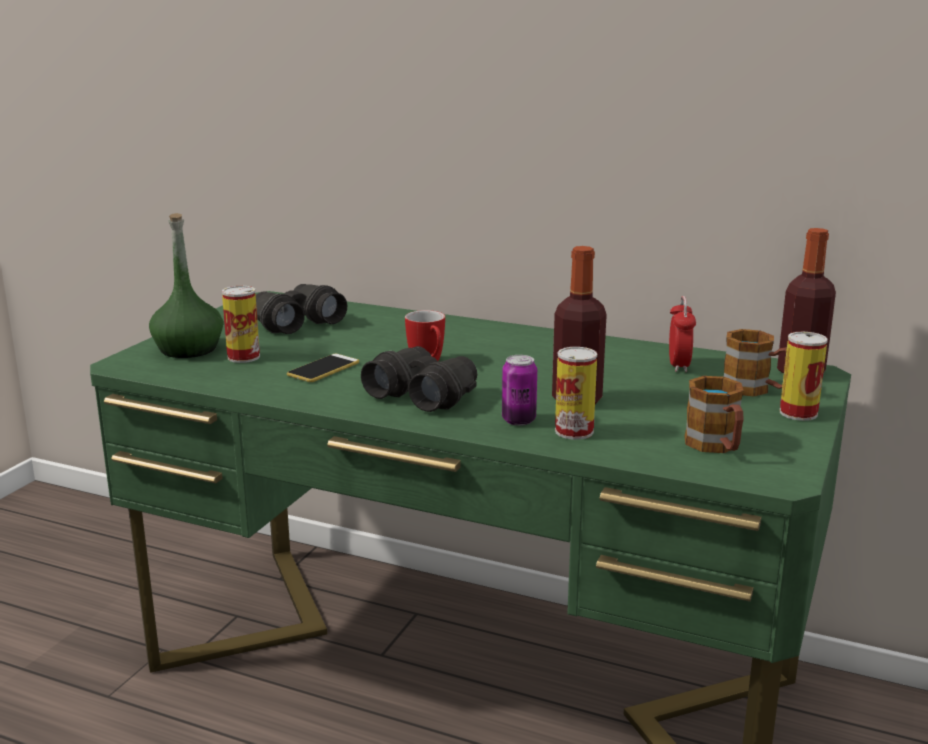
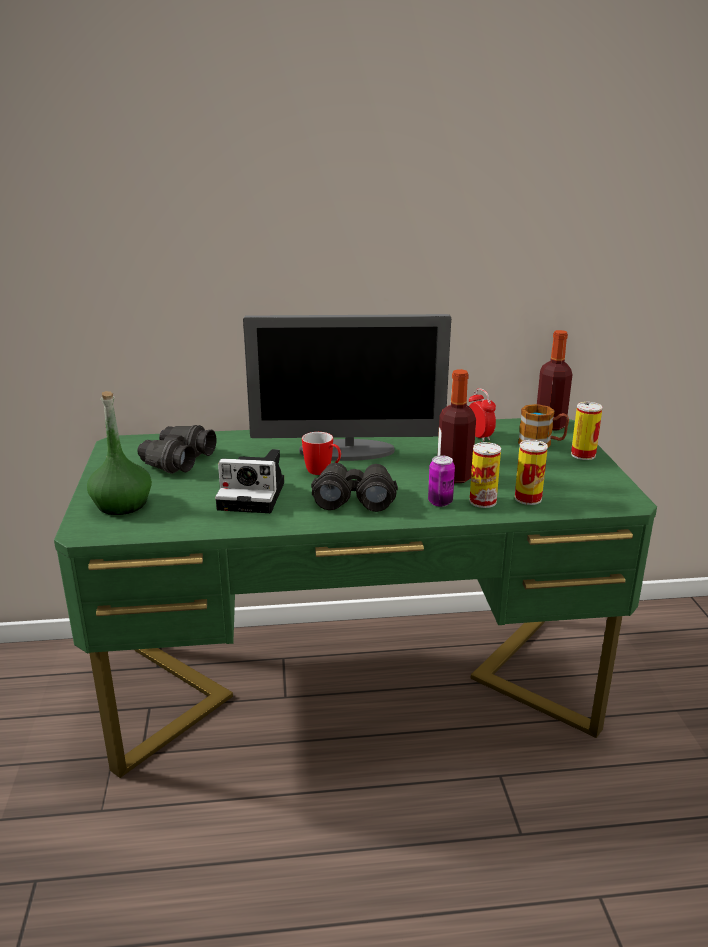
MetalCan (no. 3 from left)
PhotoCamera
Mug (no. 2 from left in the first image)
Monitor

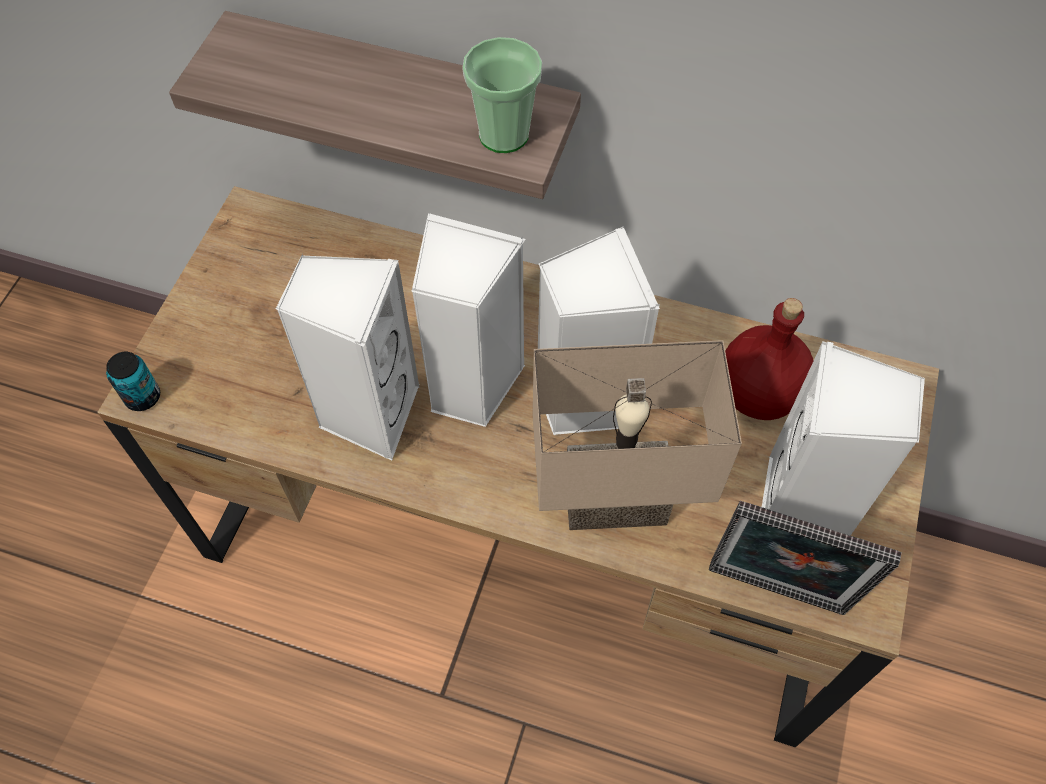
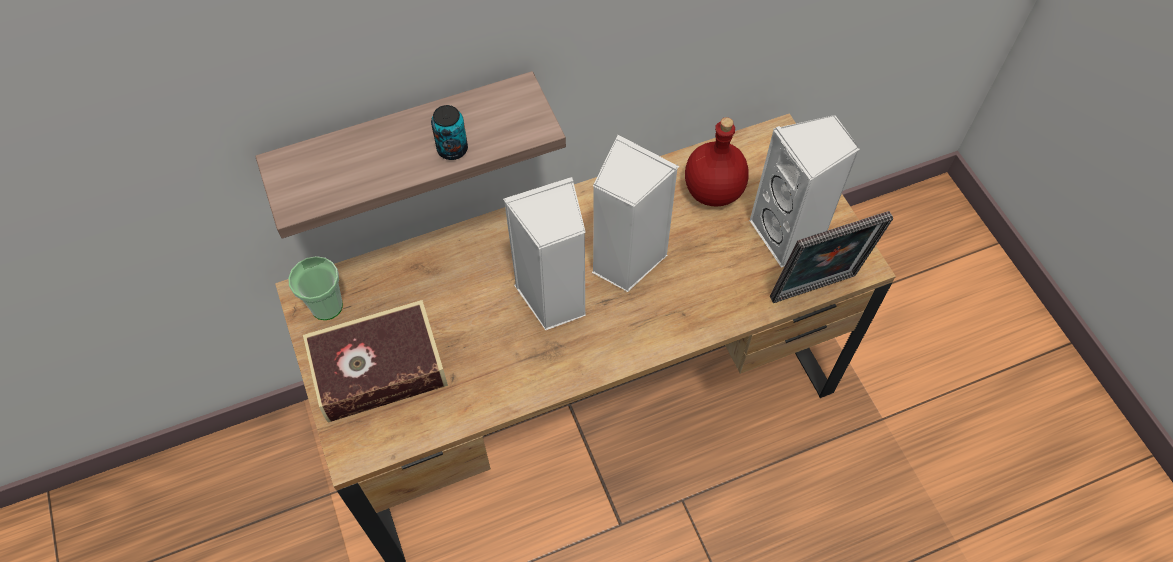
MetalCan
WhitishLoudspeaker (no. 1 from left in the first image)
SmallCup
SandColouredLampForATable
Volume

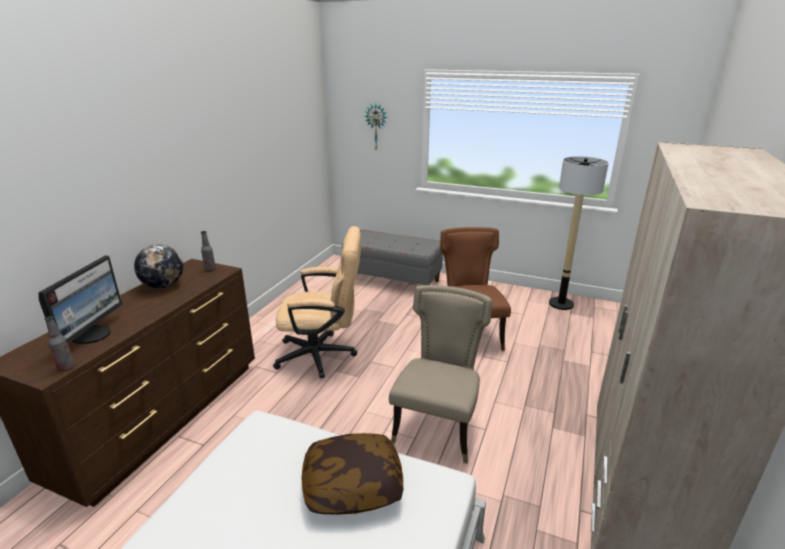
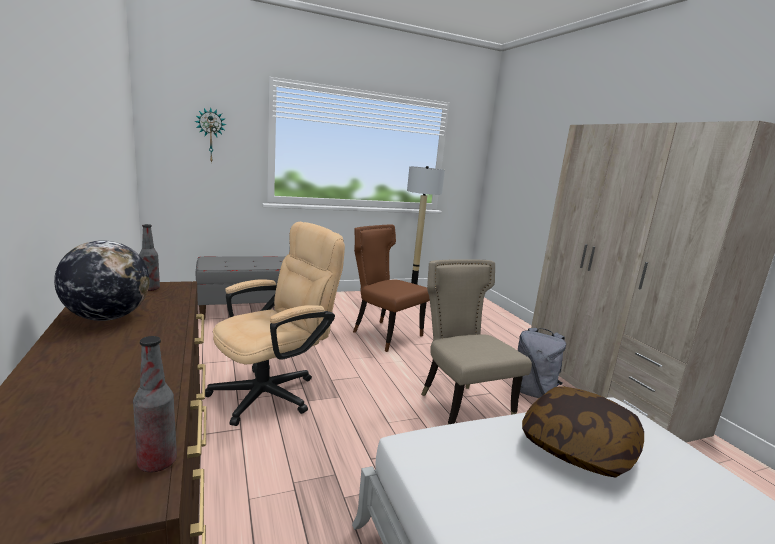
Monitor
GreyishKnapsack

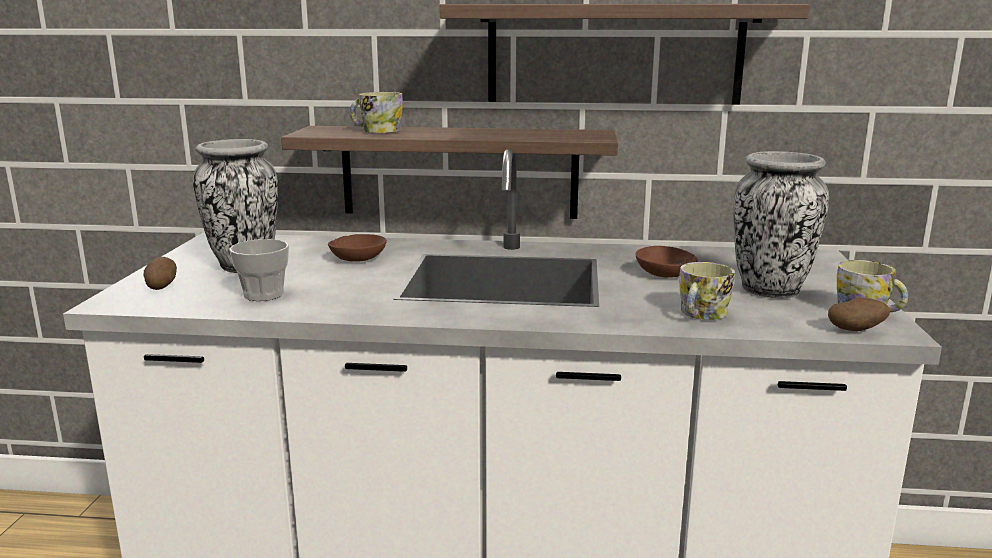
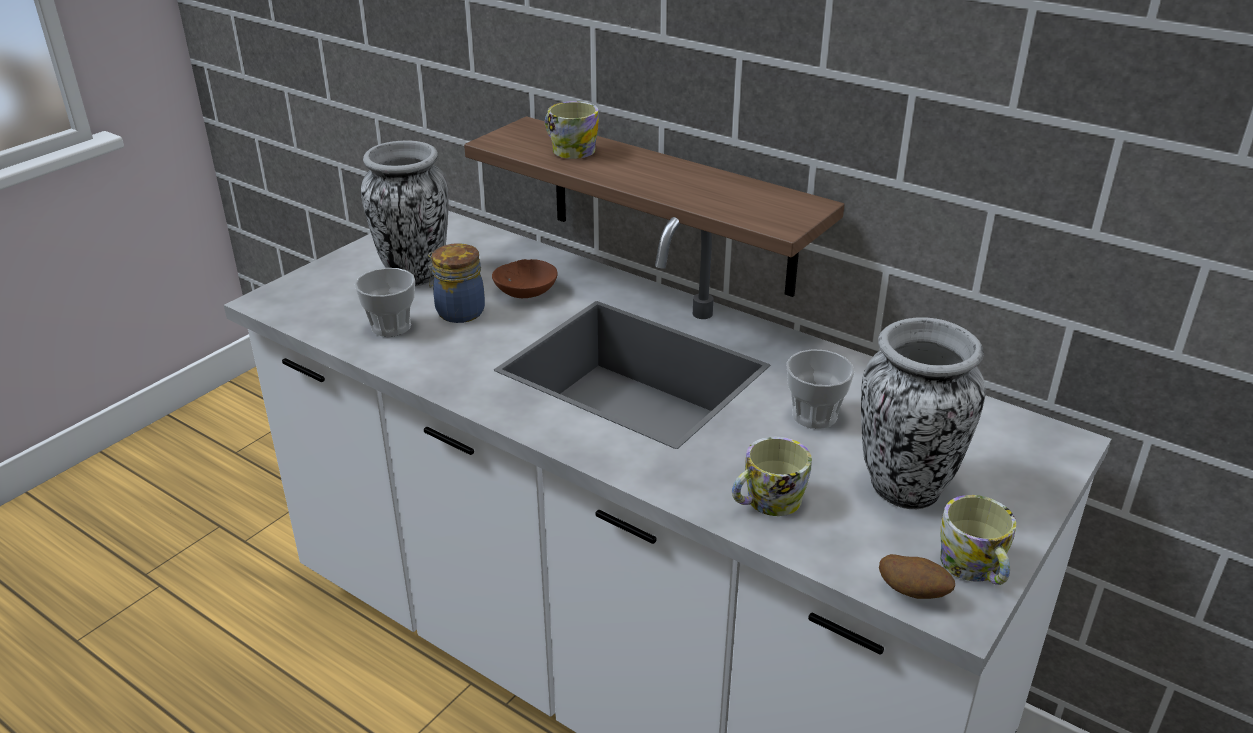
WholePotato (no. 1 from left in the first image)
Shelf (no. 2 from left in the first image)
SmallCup (no. 2 from left)
Jar

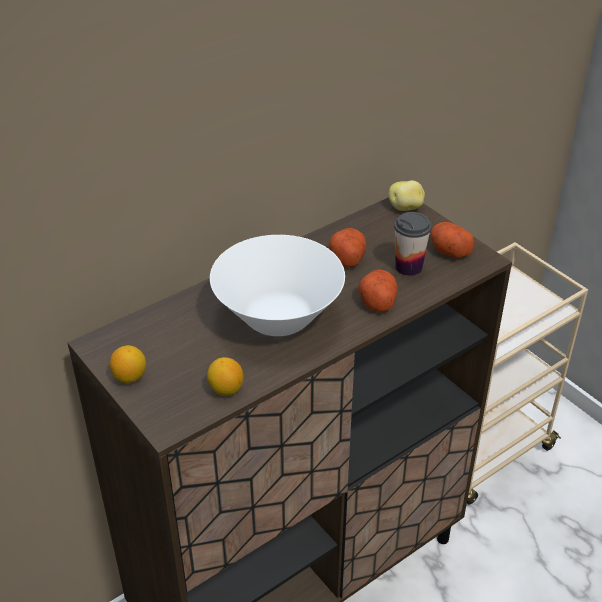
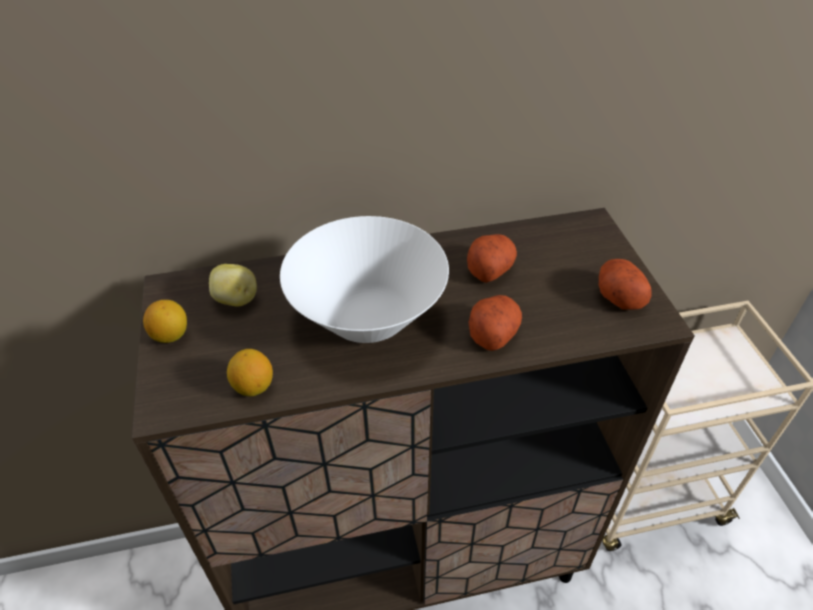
WholePotato (no. 1 from left)
SmallCup

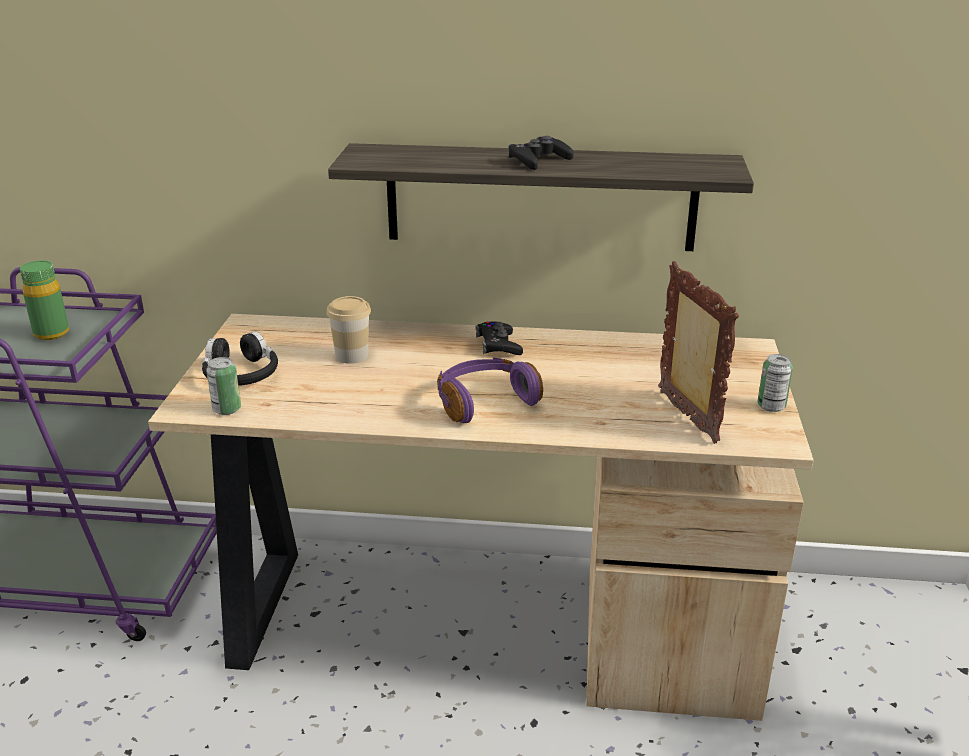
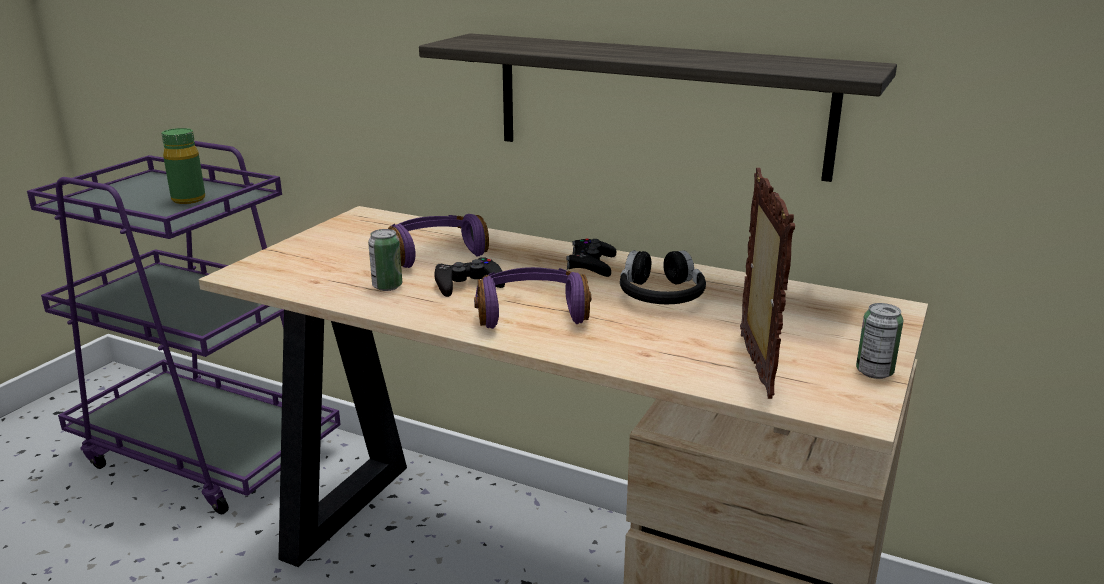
BlackColouredHeadset
MetalCan (no. 1 from left)
PurpleColouredHeadset (no. 1 from left)
BlackColouredJoypad (no. 1 from left)

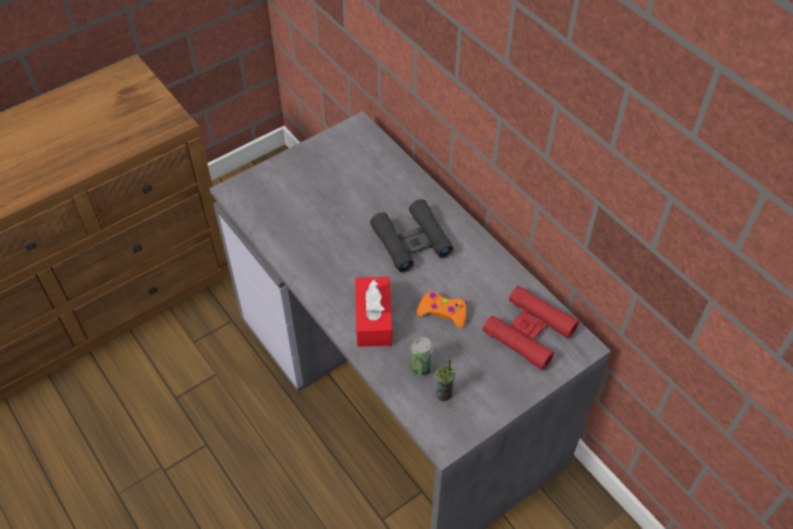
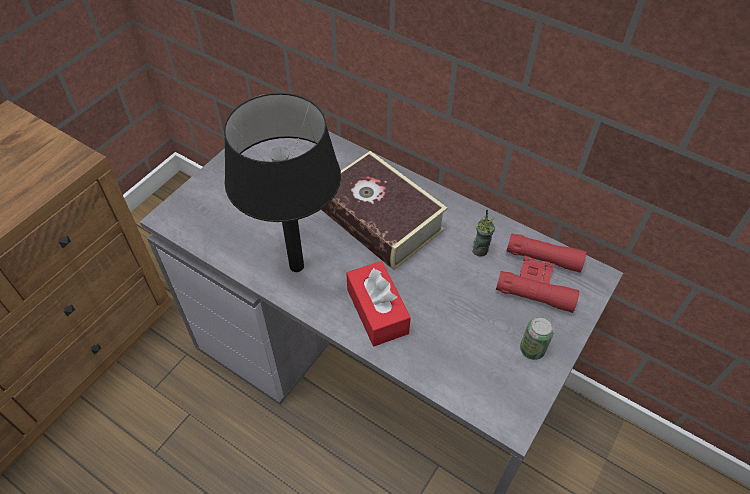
Volume
MetalCan
OrangeyJoypad
SmallCup
BlackColouredLampForATable

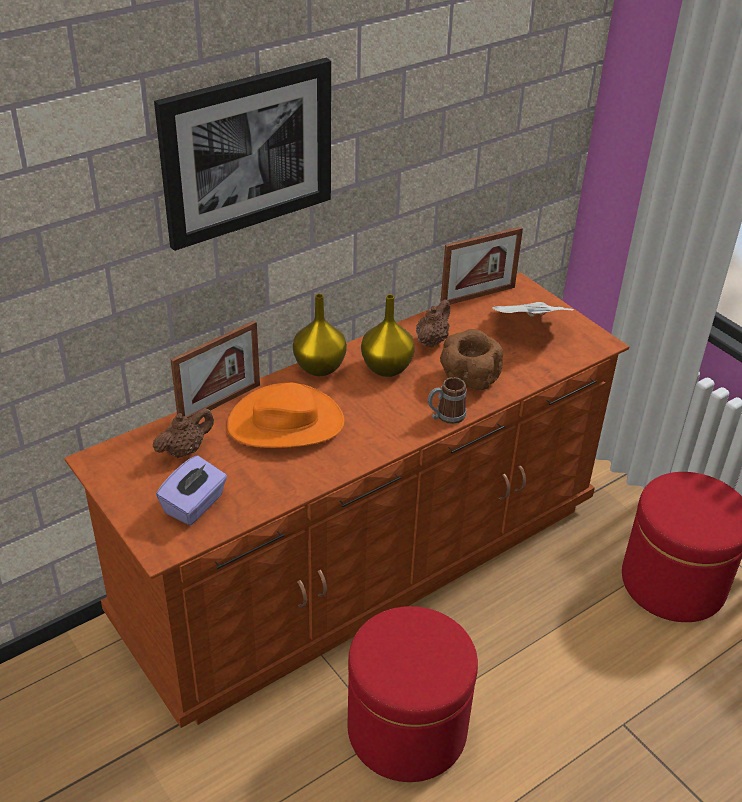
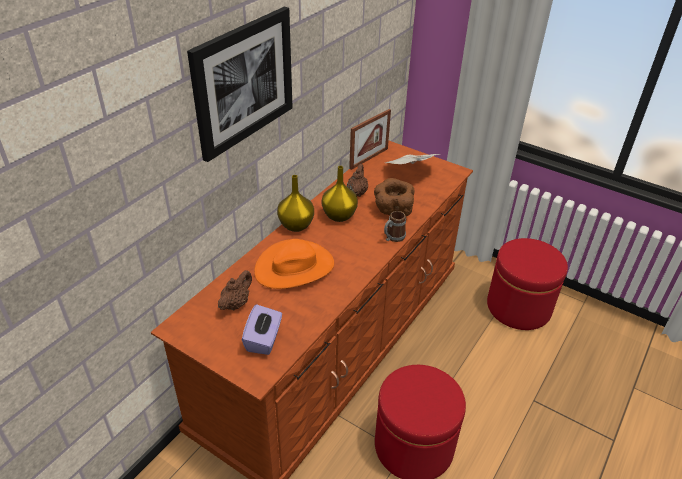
PictureFrame (no. 1 from left in the first image)

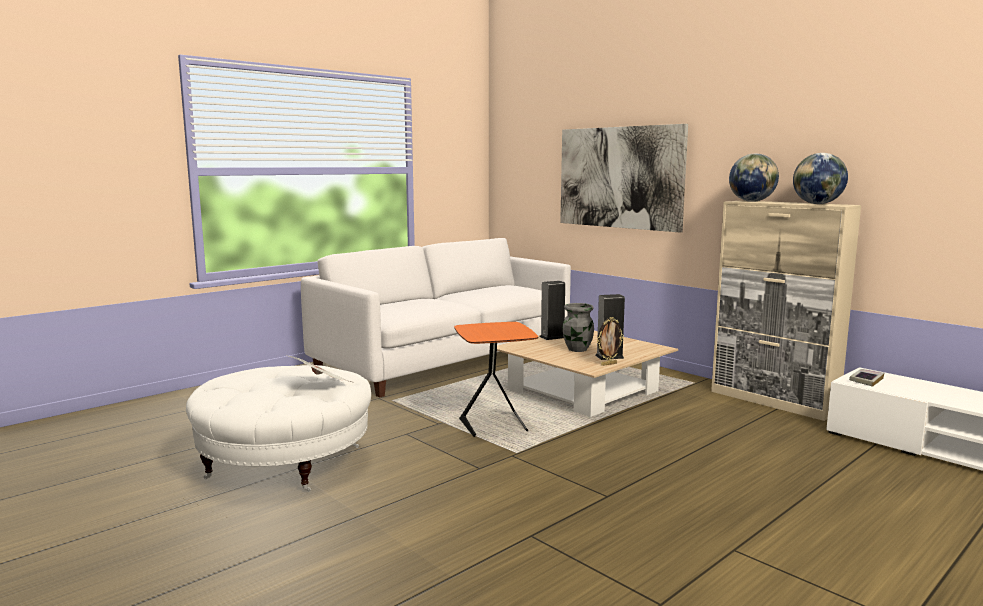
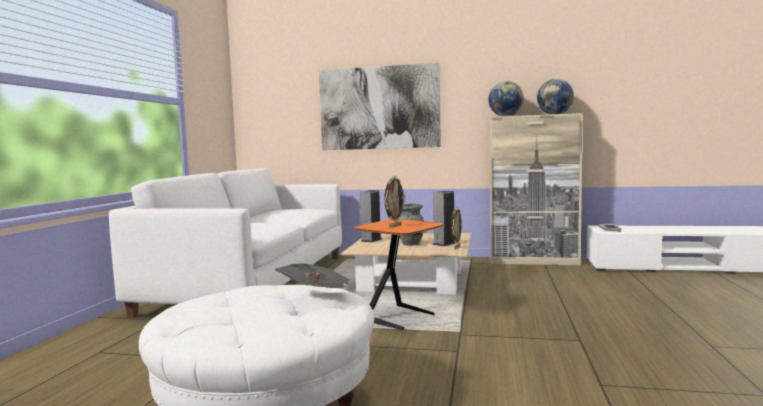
PictureFrame (no. 1 from left)

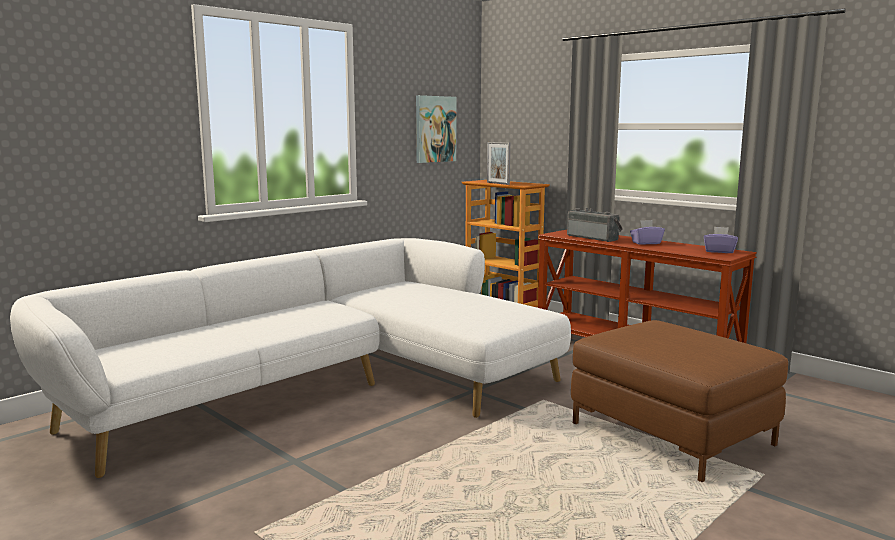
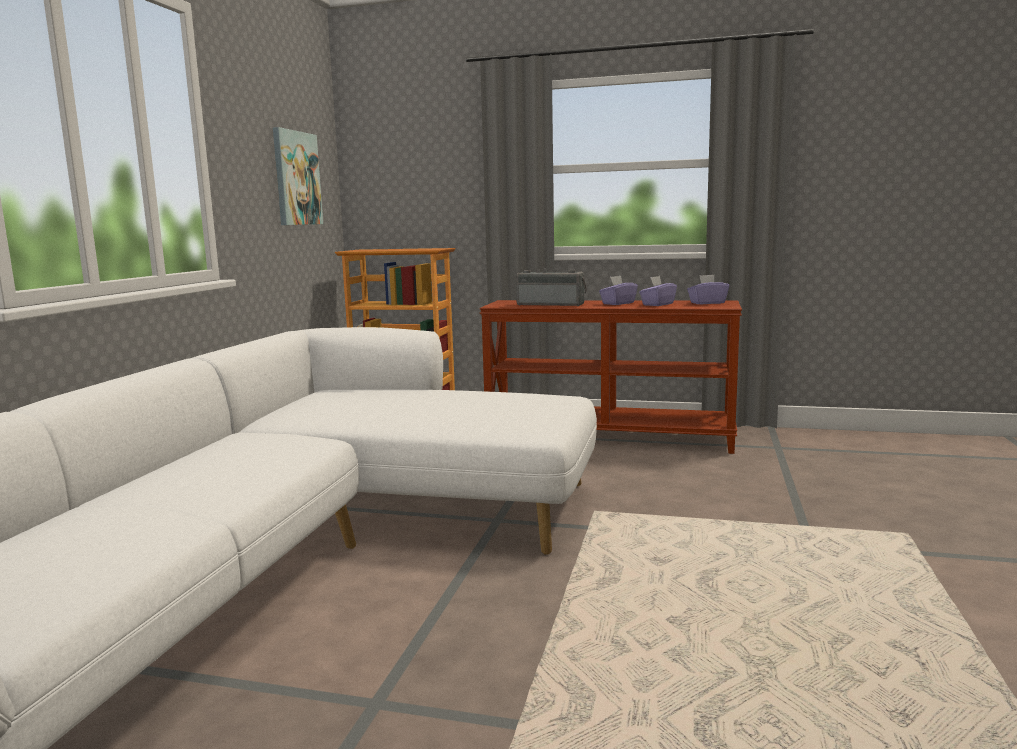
PictureFrame
BrownColouredFootrest
PurpleColouredTissueHolder (no. 2 from left)

